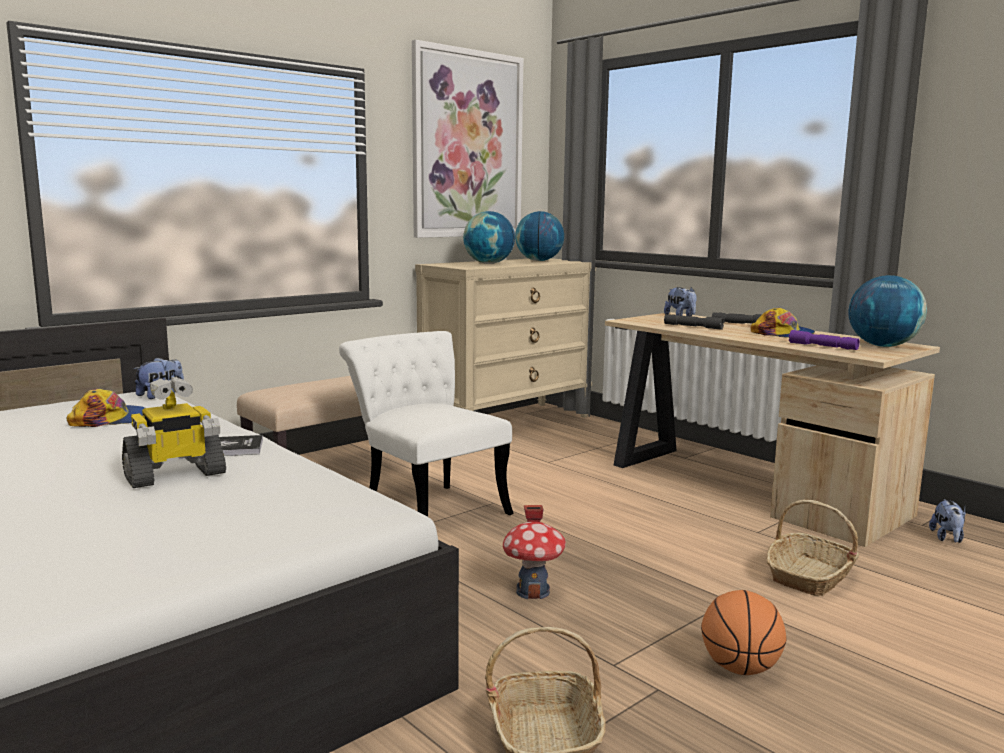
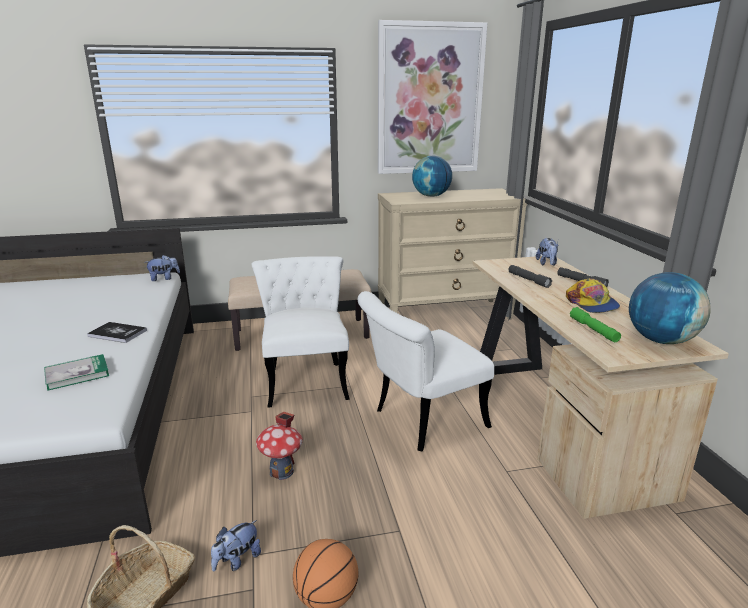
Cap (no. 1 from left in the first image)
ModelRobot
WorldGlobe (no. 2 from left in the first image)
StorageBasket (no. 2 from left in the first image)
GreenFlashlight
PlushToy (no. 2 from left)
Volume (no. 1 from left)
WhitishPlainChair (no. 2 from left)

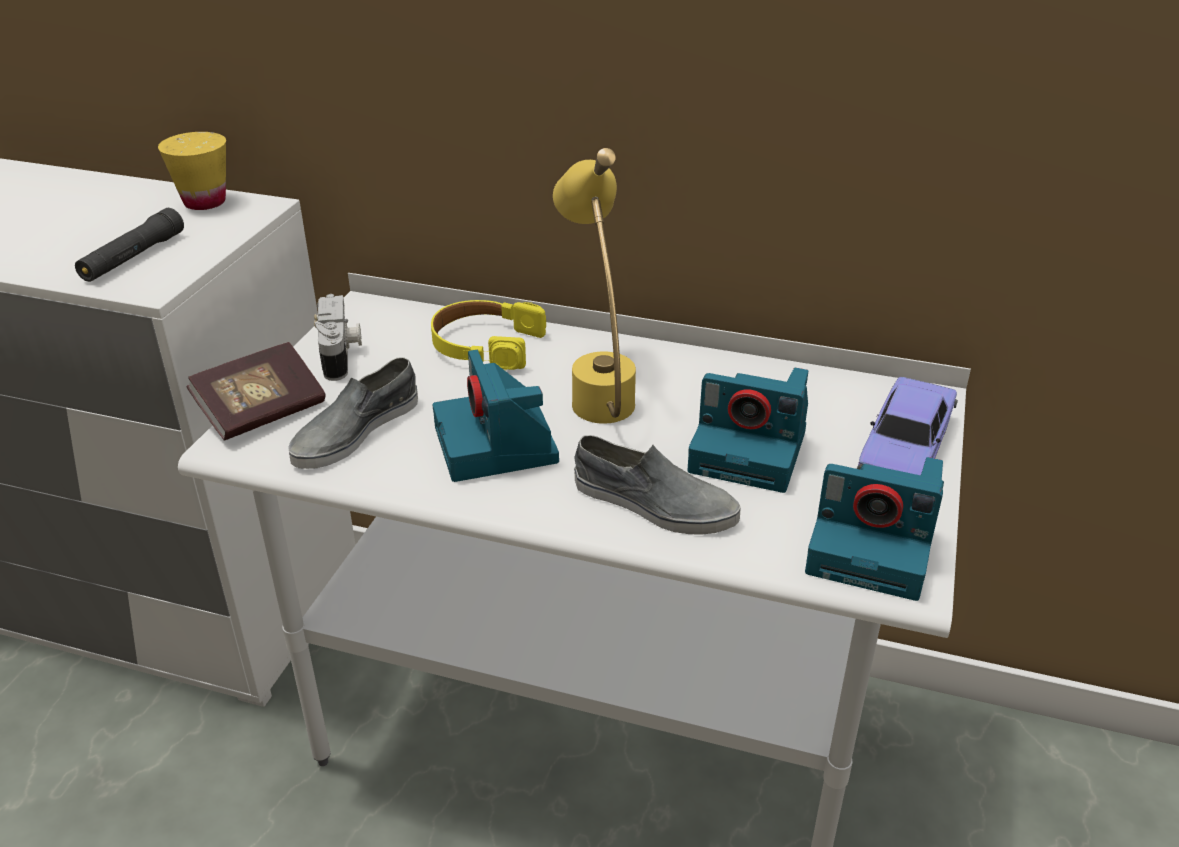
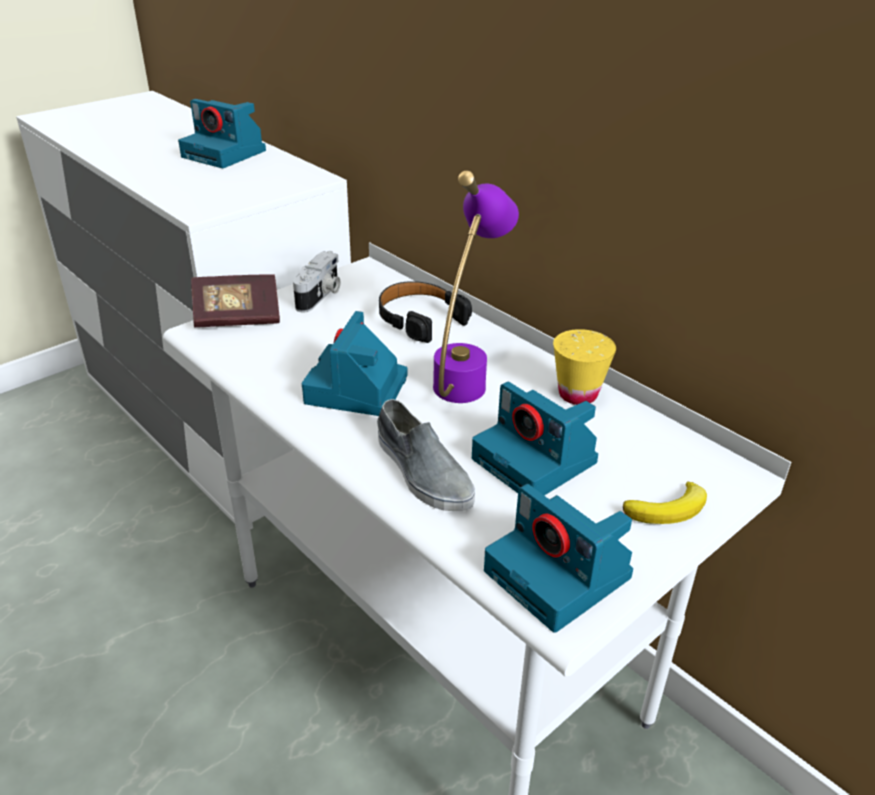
BlackColouredFlashlight
YellowishSmallCup
GreyishLowShoe (no. 1 from left in the first image)
BlackColouredHeadset
PurpleColouredLampForATable
Banana
PhotoCamera (no. 1 from left)

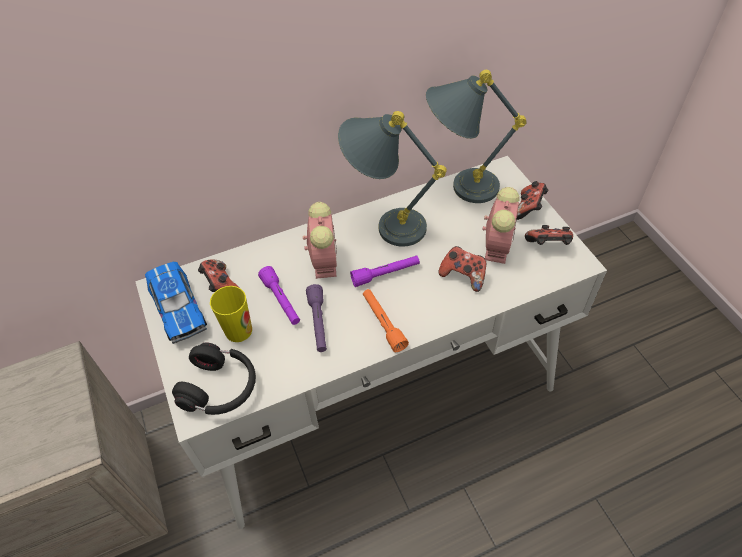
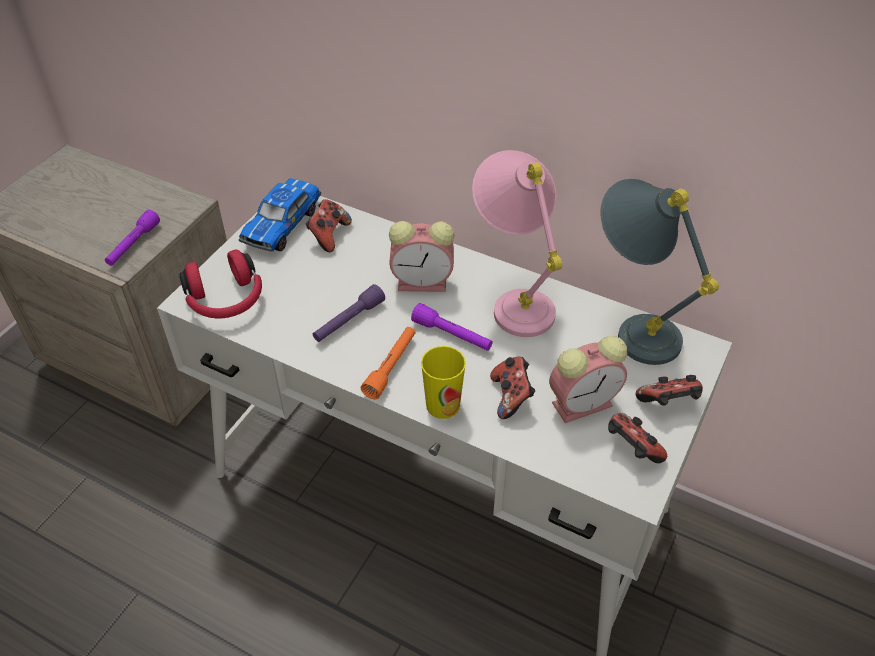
RedHeadset
SmallCup
PurpleColouredFlashlight (no. 1 from left)
AlarmClock (no. 1 from left)
PinkLampForATable

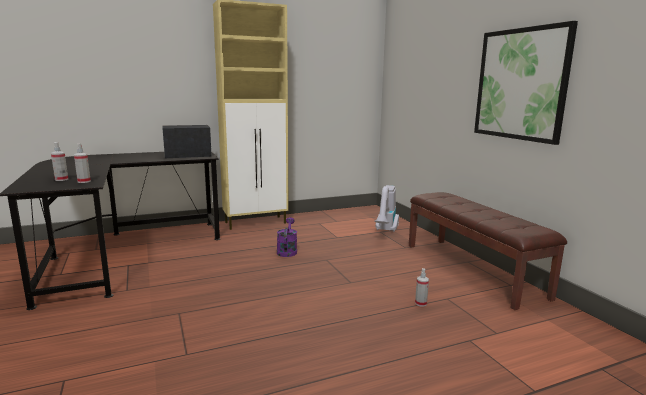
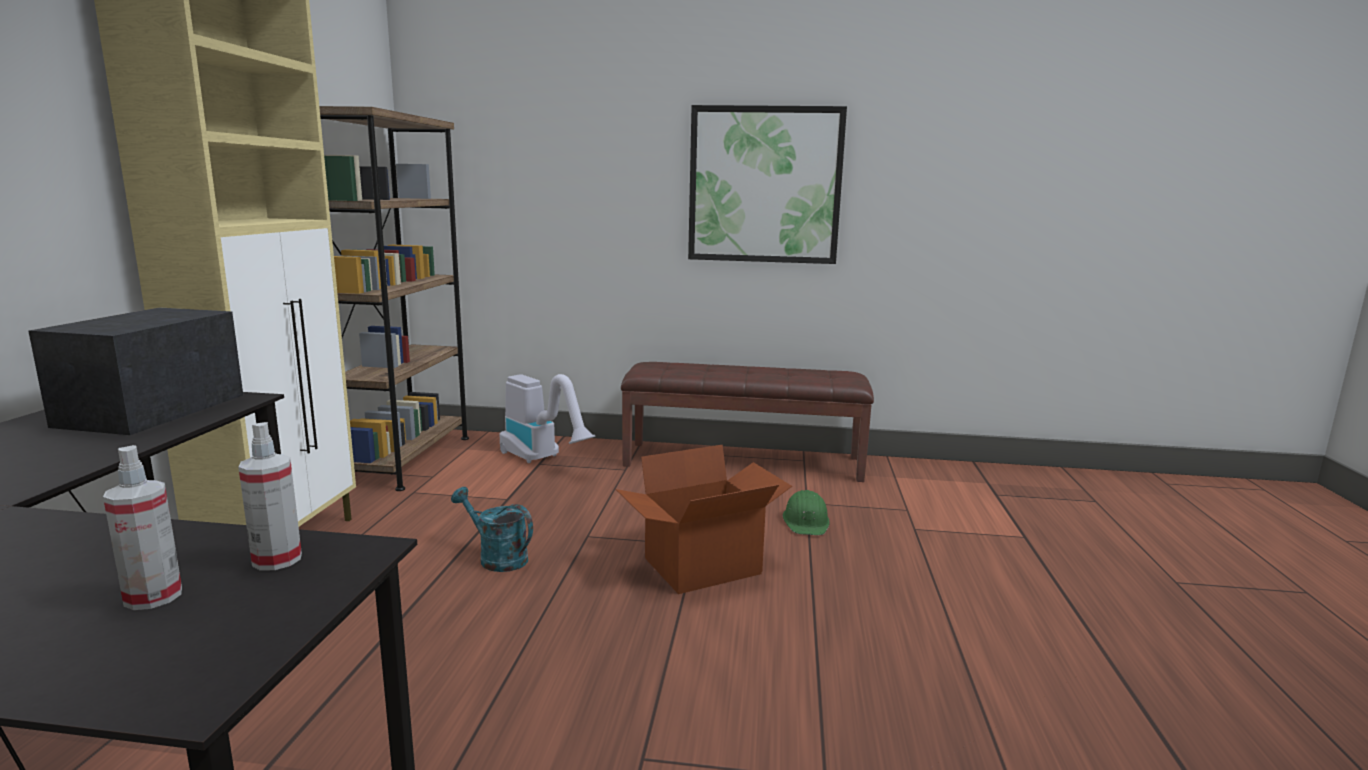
TurquoiseWateringPot
GreenWorkHelmet
BrownColouredBookshelf
CardboardBox

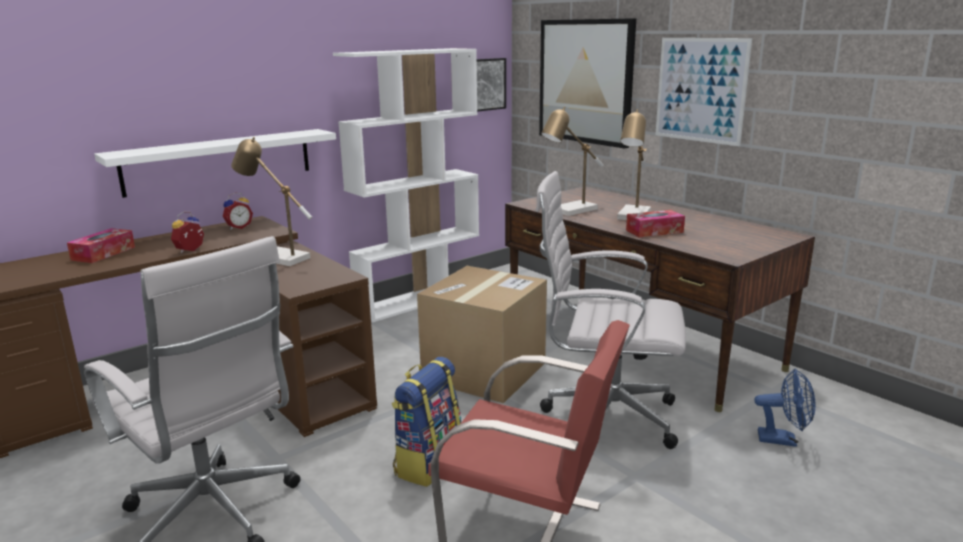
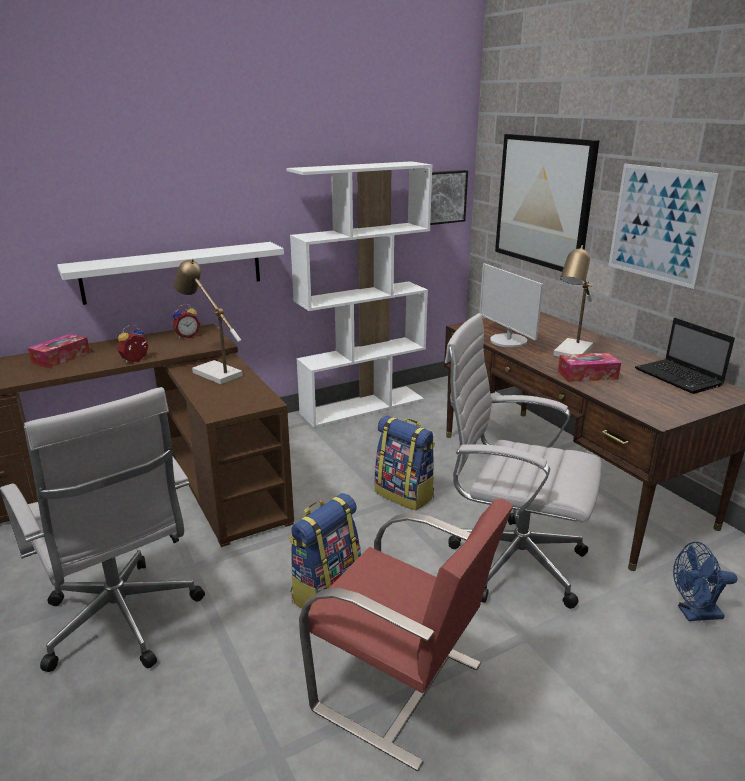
Knapsack (no. 2 from left)
Monitor
BluishElectricFan
Laptop

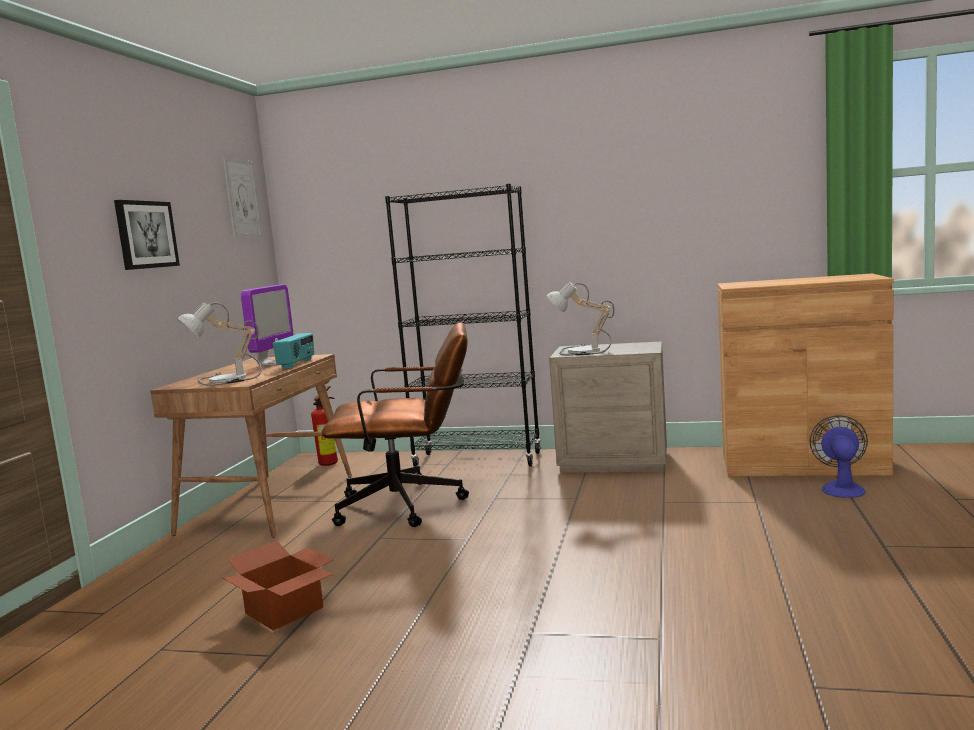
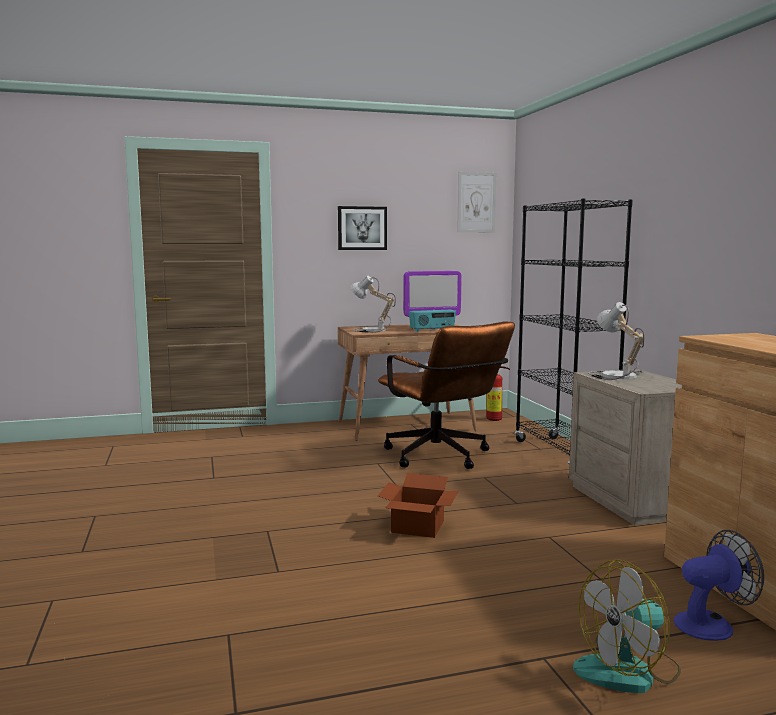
CardboardBox
ElectricFan (no. 1 from left)

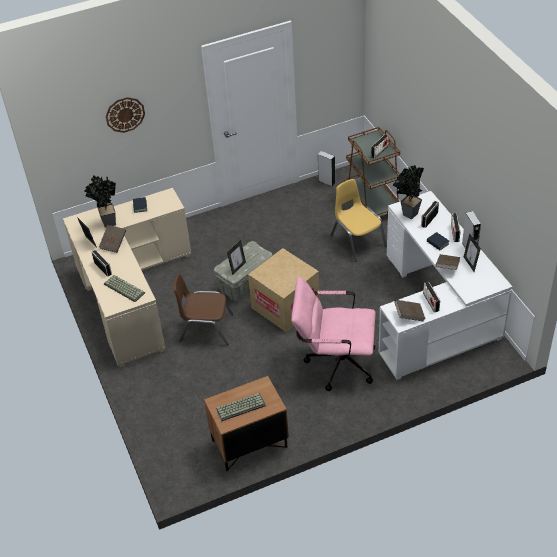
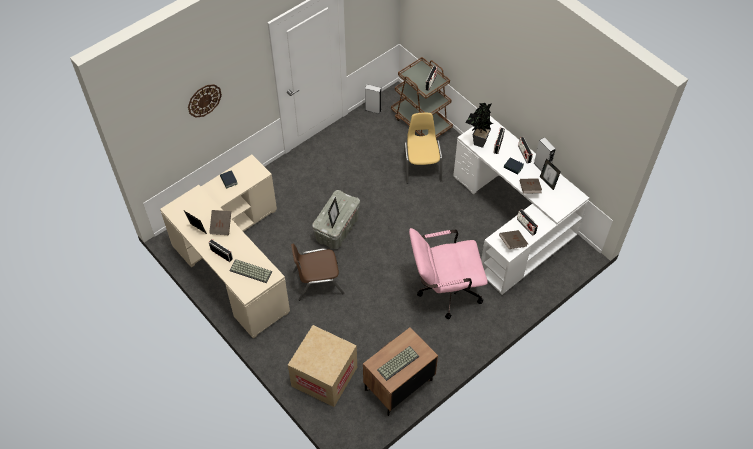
Houseplant (no. 1 from left in the first image)
CardboardBox
YellowishPlainChair

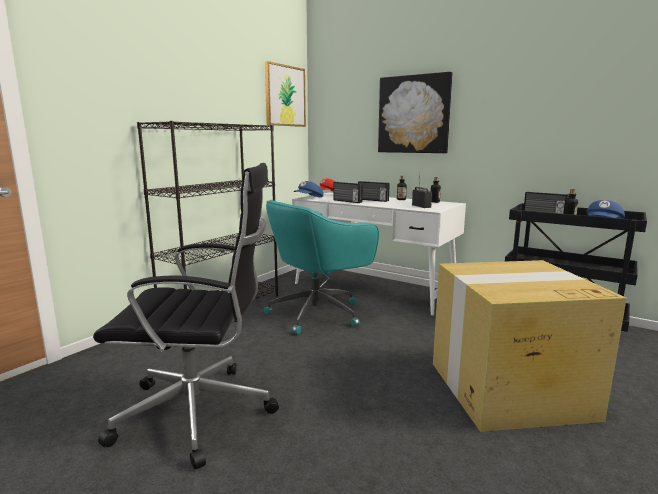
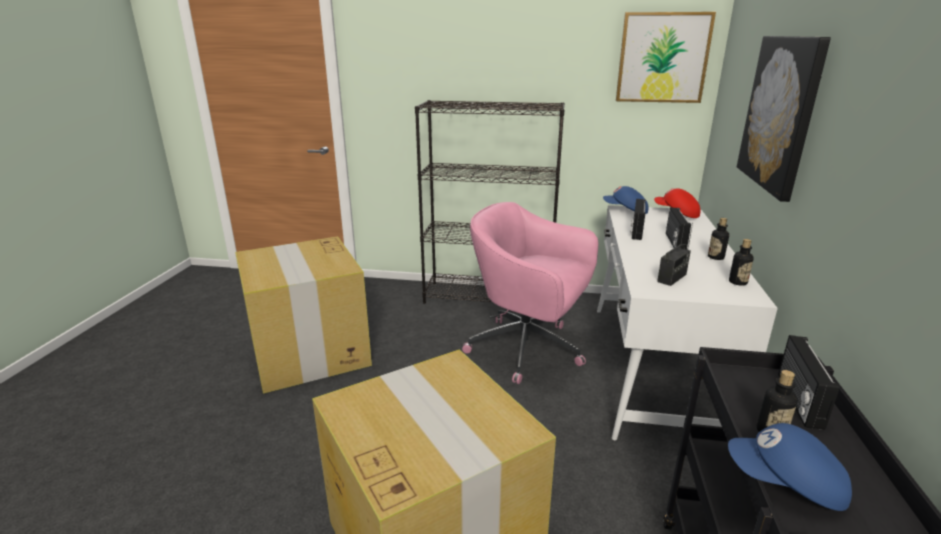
CardboardBox (no. 1 from left)
PinkOfficeChair

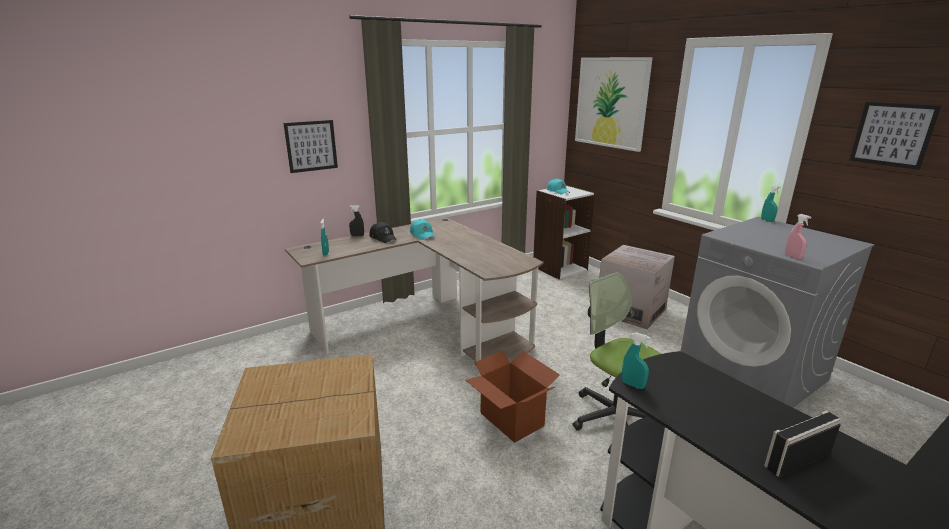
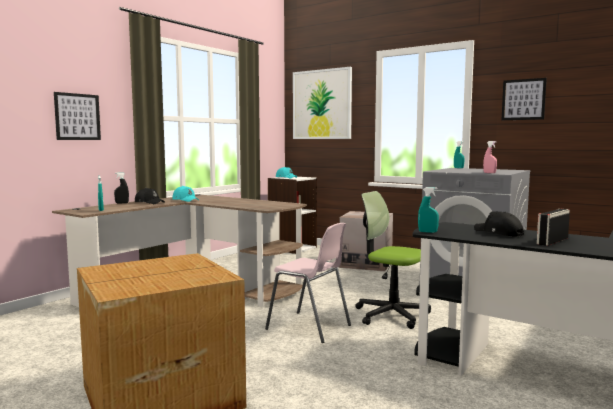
PinkPlainChair
BlackColouredCap (no. 2 from left)

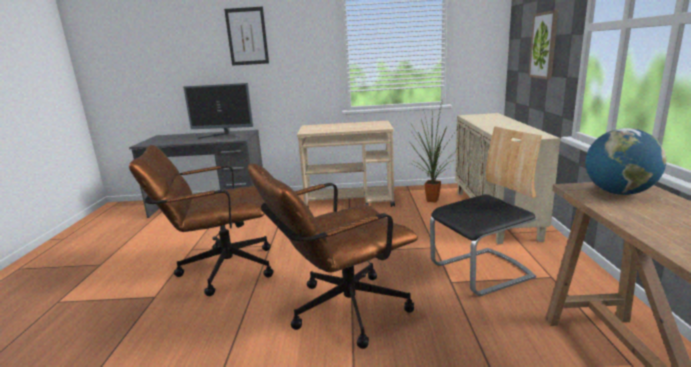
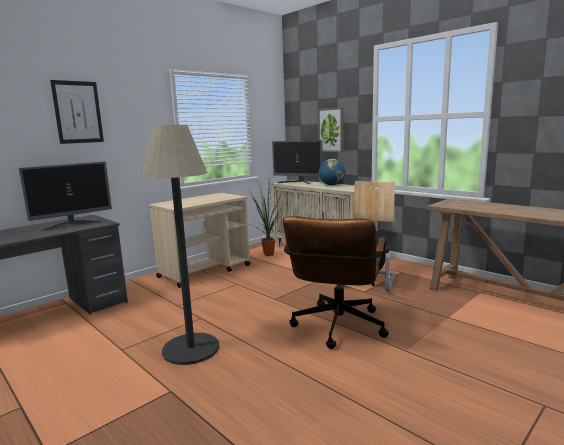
StandardLamp
WorldGlobe
Monitor (no. 2 from left)

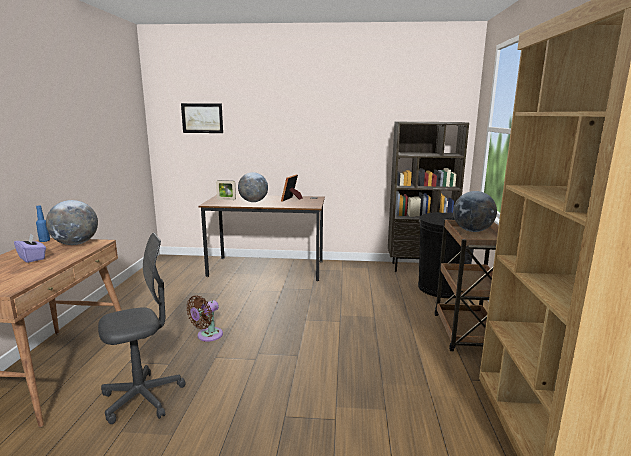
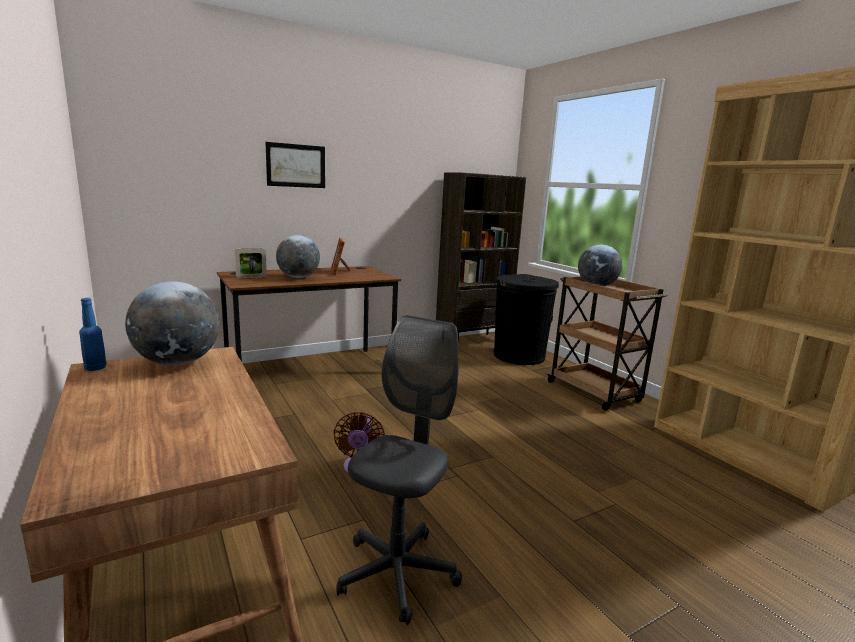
PurpleColouredTissueHolder
WallPicture

